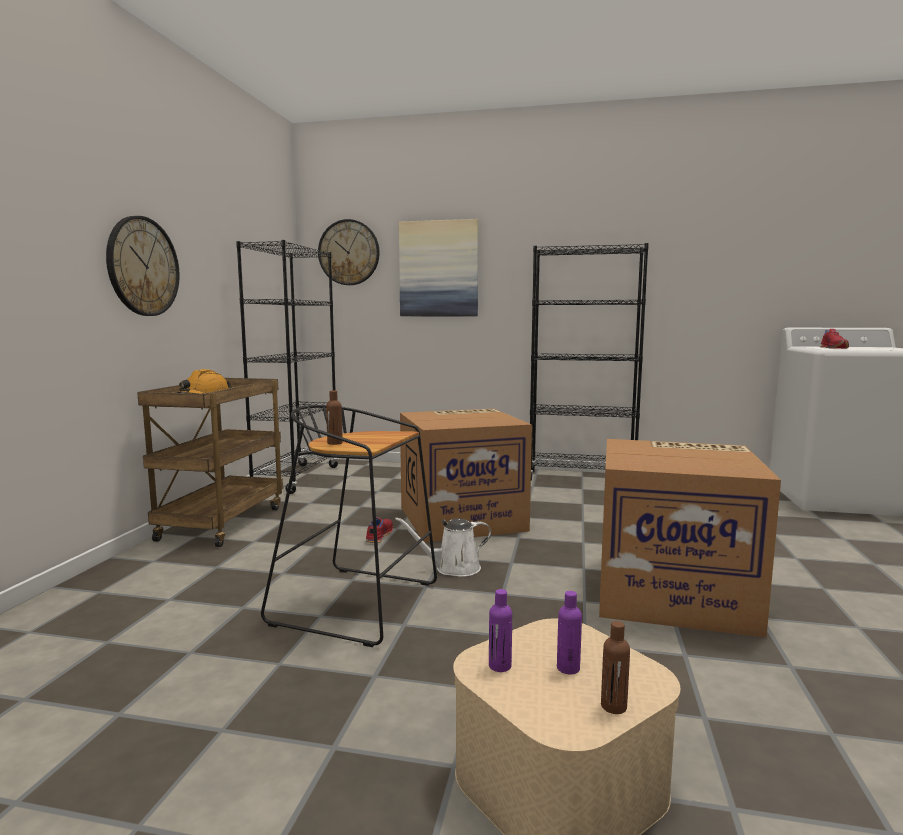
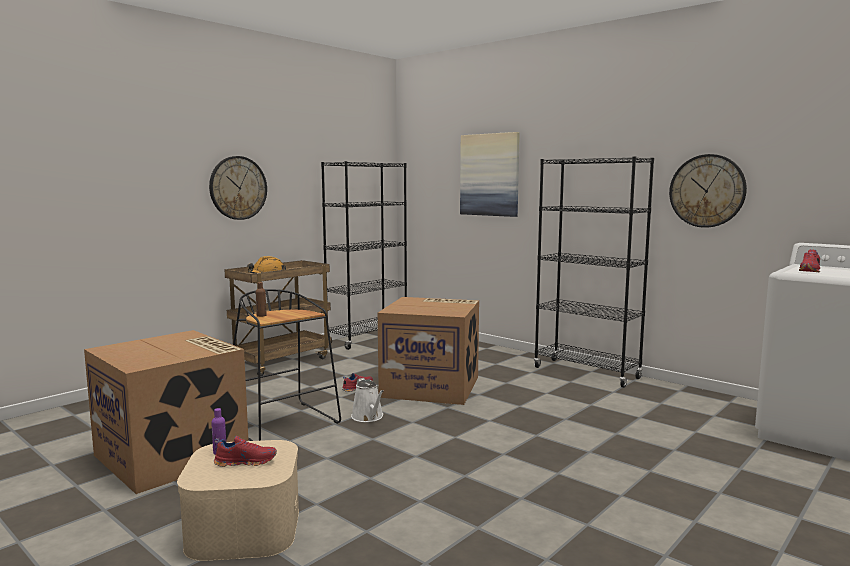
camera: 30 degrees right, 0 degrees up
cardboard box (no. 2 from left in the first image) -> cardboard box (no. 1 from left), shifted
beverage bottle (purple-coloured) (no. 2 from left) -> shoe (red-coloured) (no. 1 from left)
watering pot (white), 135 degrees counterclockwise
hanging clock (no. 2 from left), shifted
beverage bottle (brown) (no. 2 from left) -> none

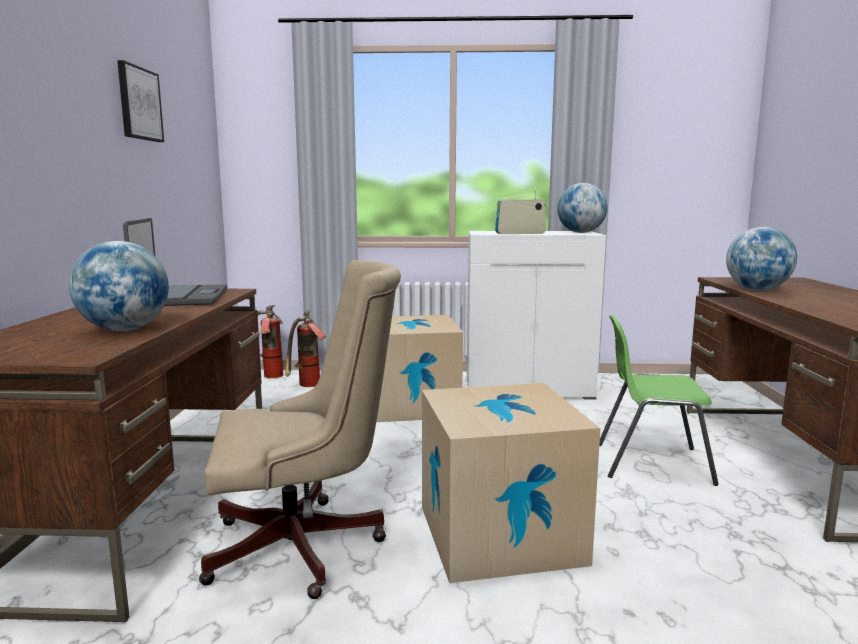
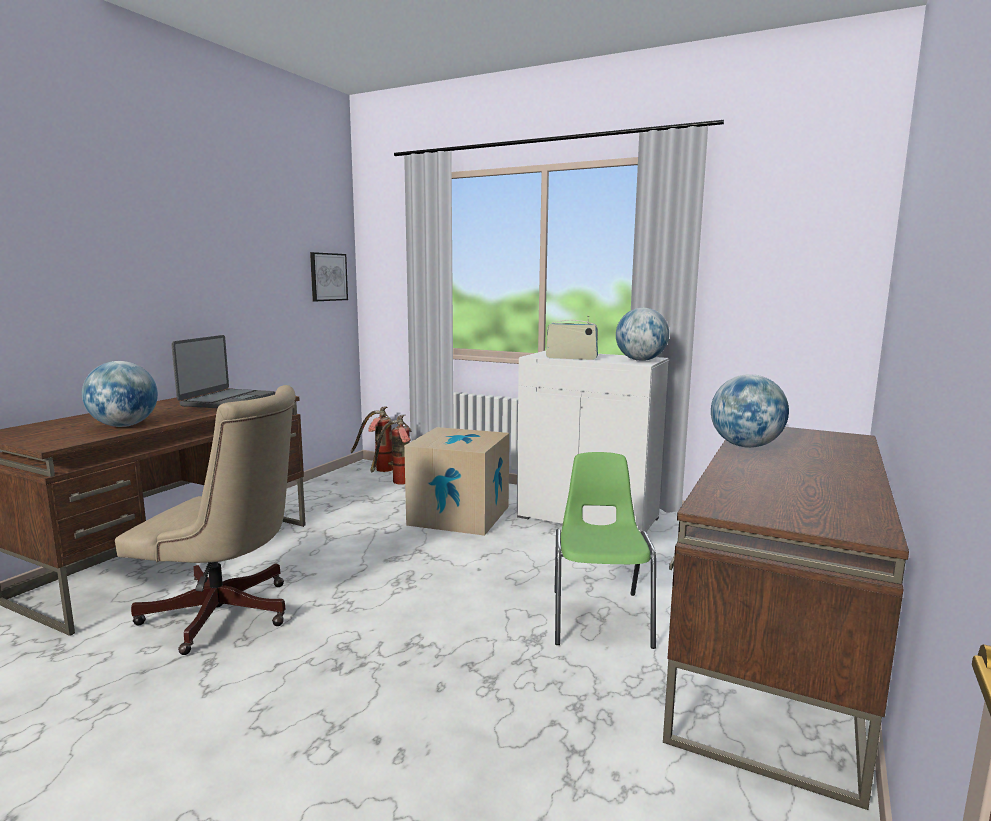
camera: 25 degrees right, 0 degrees up
wall art, shifted
upright chair (green-coloured), 60 degrees clockwise
cardboard box (no. 2 from left) -> none

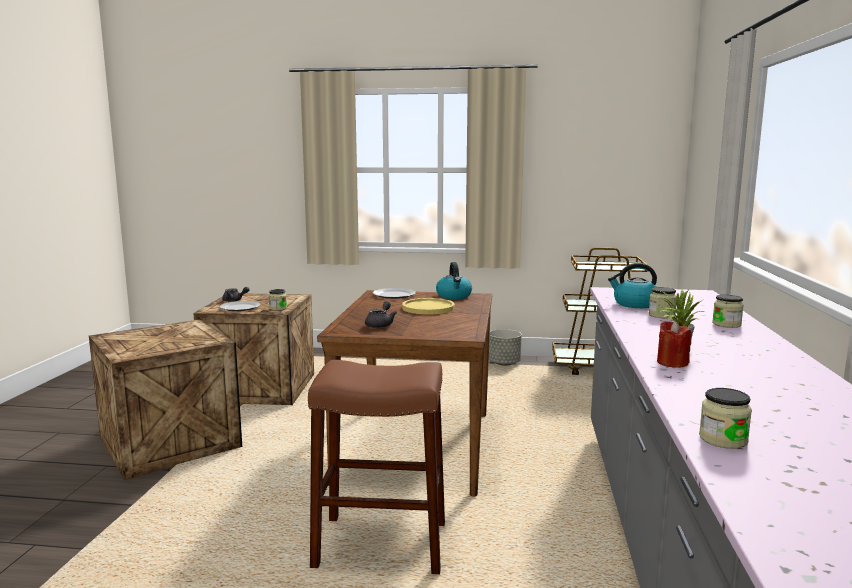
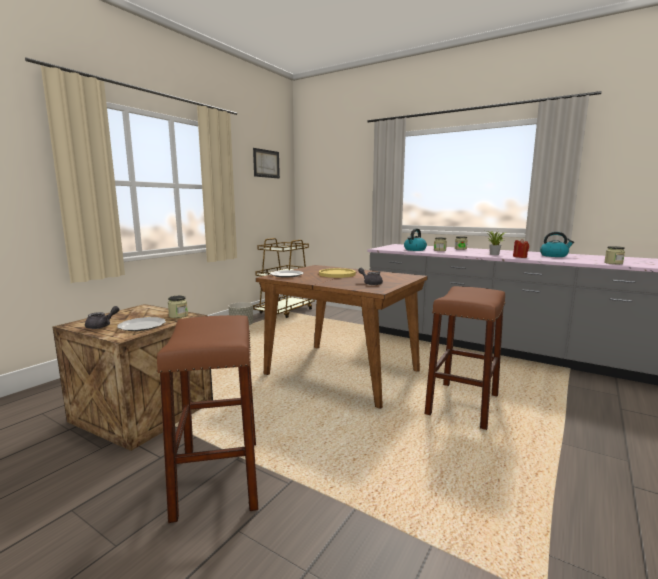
camera: 65 degrees left, 0 degrees up
packing crate (no. 1 from left) -> sitting stool (brown) (no. 1 from left)
none -> wall art
kettle (no. 1 from left in the first image) -> kettle (no. 2 from left), shifted

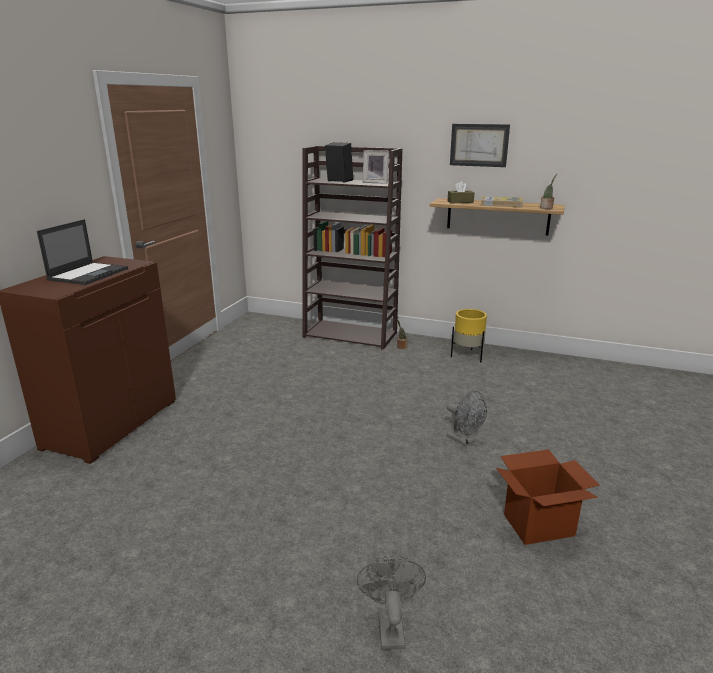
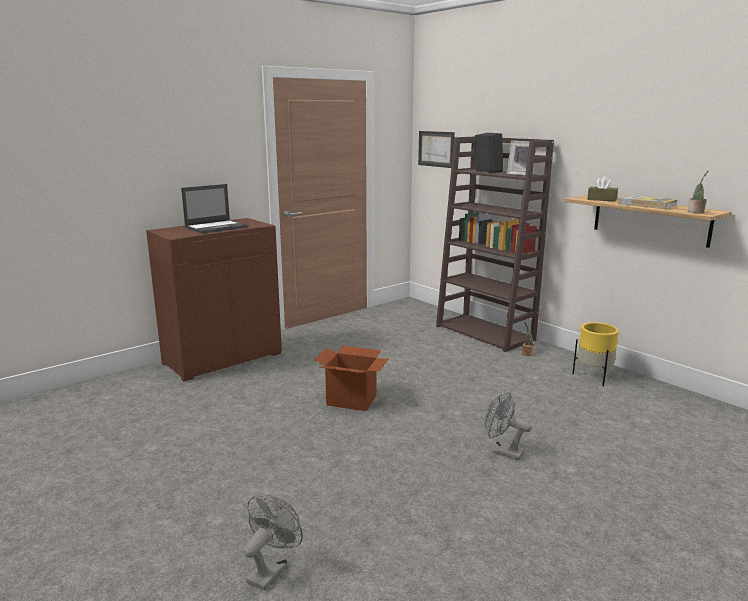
camera: 30 degrees right, 5 degrees down
cardboard box, shifted
wall art, shifted
fan (grey) (no. 2 from left), 135 degrees clockwise

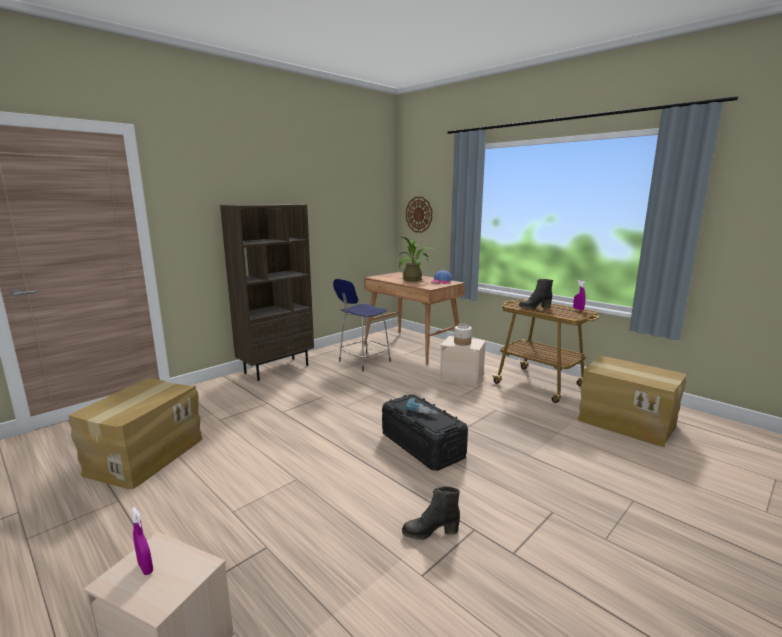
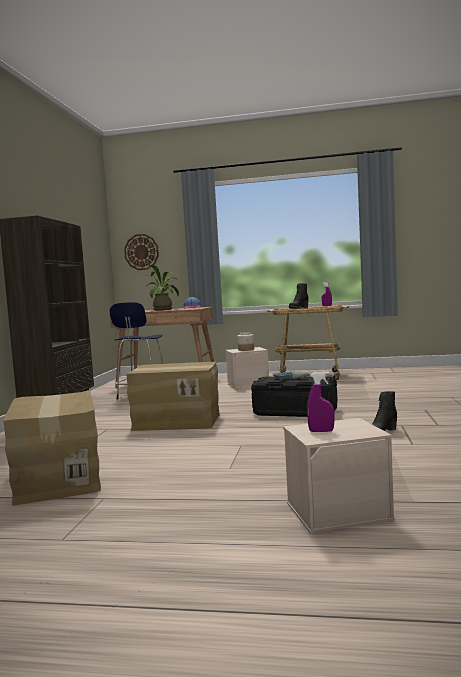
camera: 35 degrees left, 10 degrees down
cardboard box (no. 2 from left), shifted

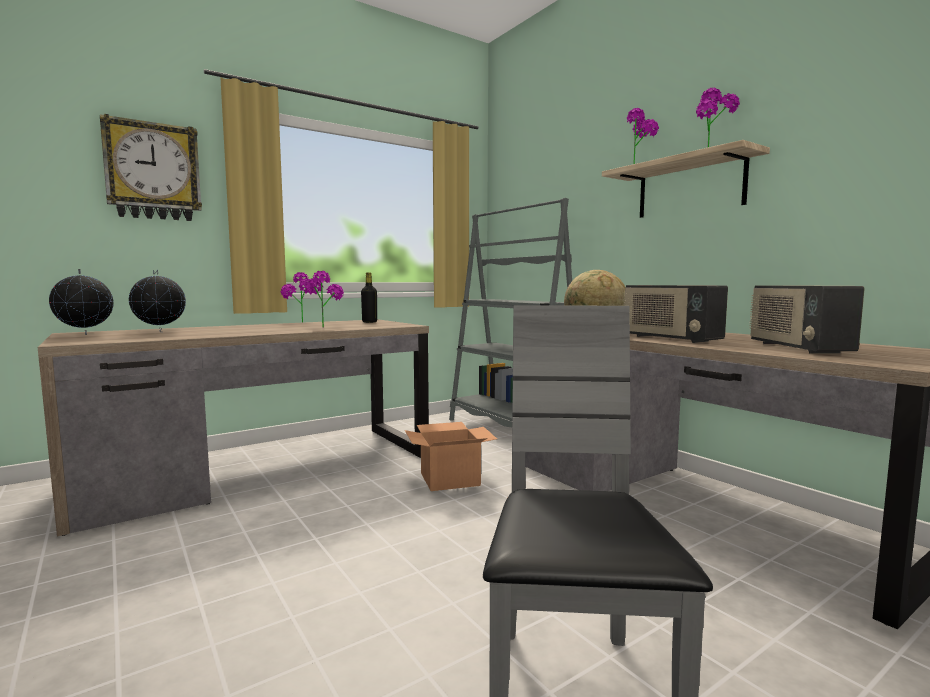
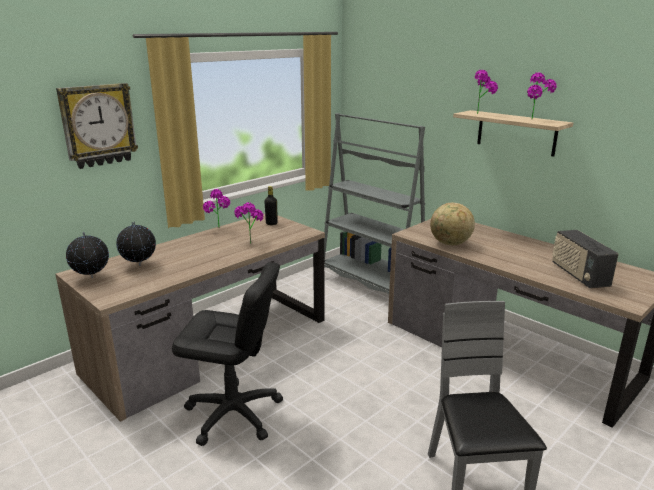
camera: 10 degrees left, 15 degrees up
none -> desk chair (black-coloured)
cardboard box -> none
radio (no. 1 from left) -> none

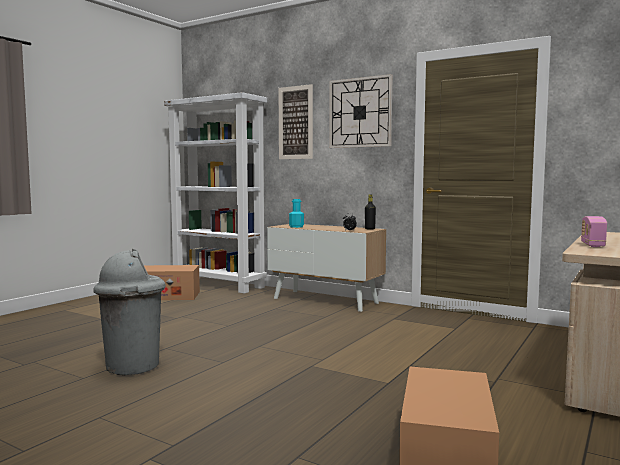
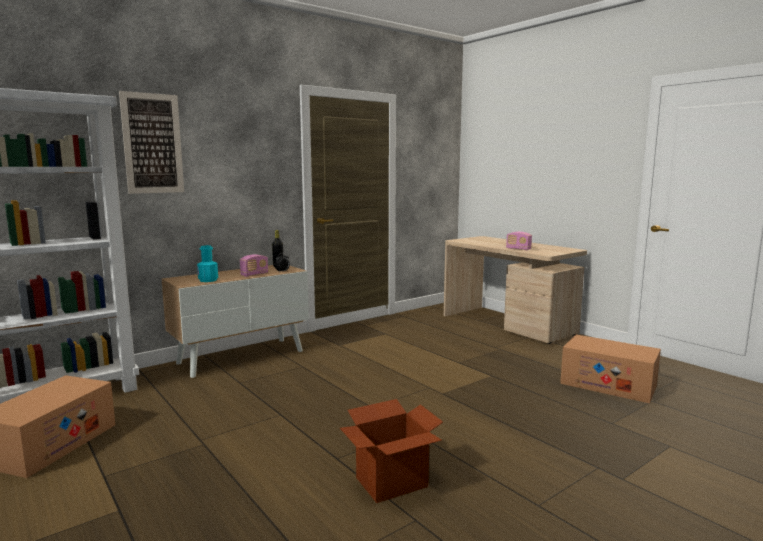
camera: 70 degrees left, 5 degrees up
none -> radio (no. 1 from left)
waste bin (grey) -> cardboard box (no. 2 from left)
hanging clock -> none

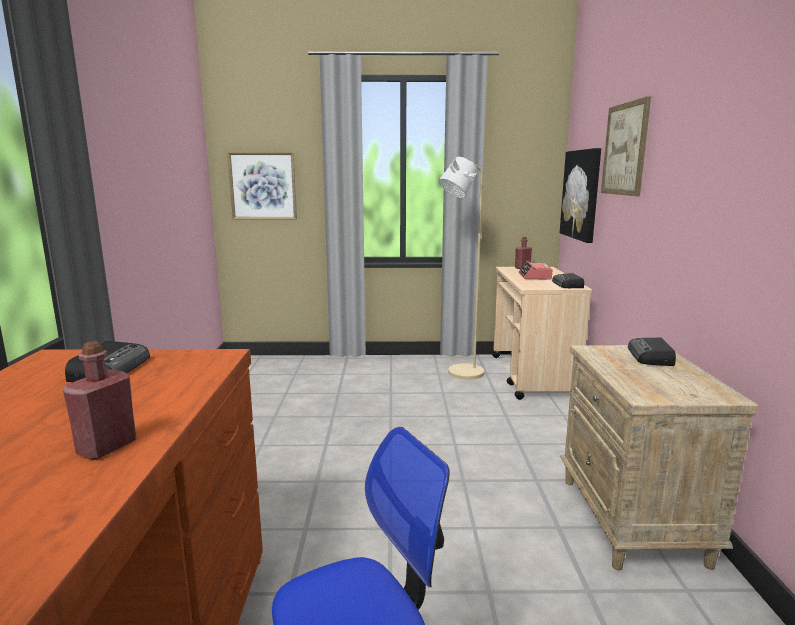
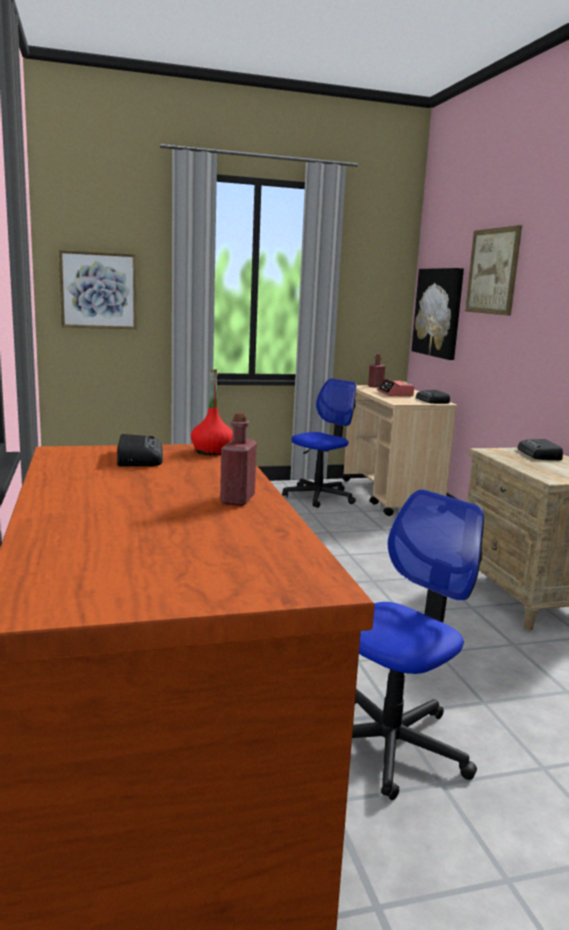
camera: 15 degrees left, 0 degrees up
none -> beverage bottle (red-coloured) (no. 1 from left)
standing lamp (sand-coloured) -> desk chair (no. 1 from left)

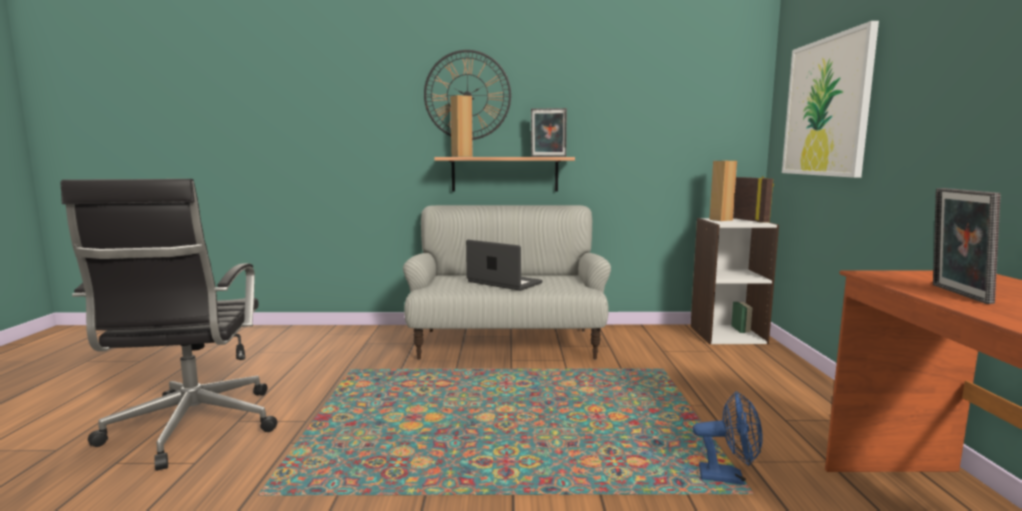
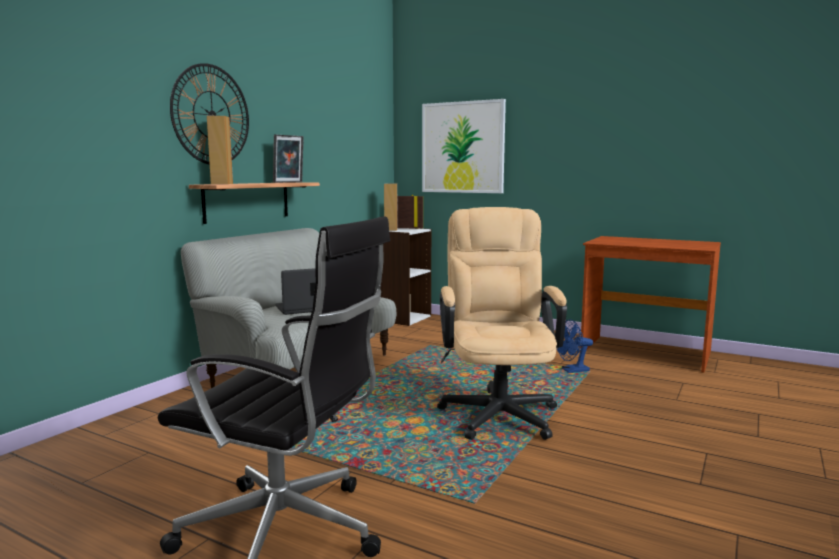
camera: 60 degrees left, 0 degrees up
none -> desk chair (sand-coloured)
fan (blue-coloured), 150 degrees counterclockwise
picture frame (no. 3 from left) -> none

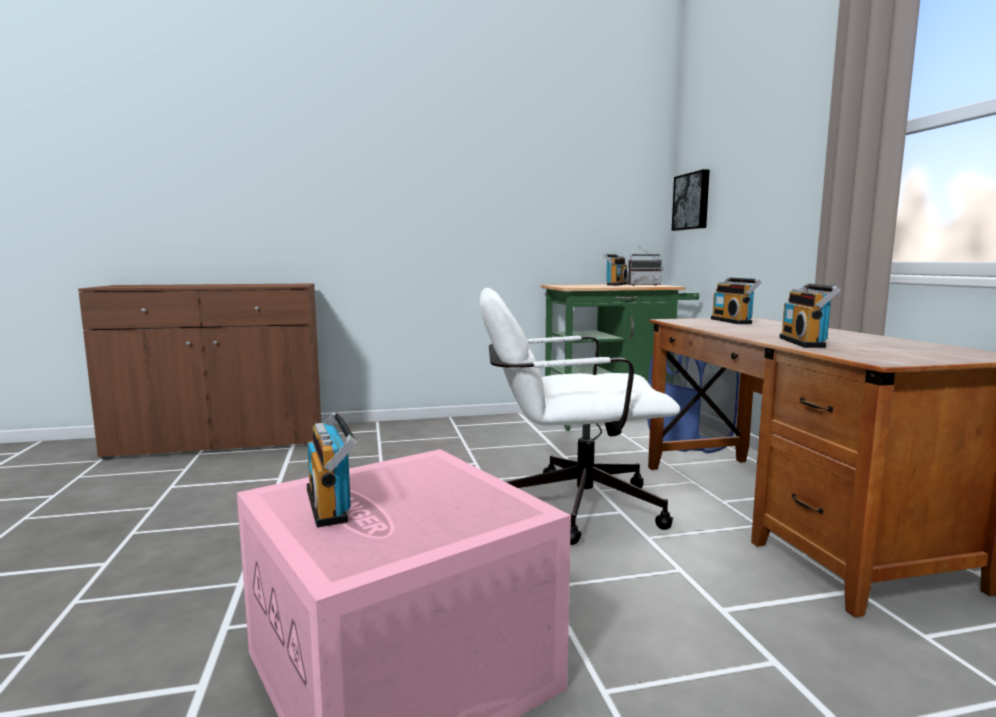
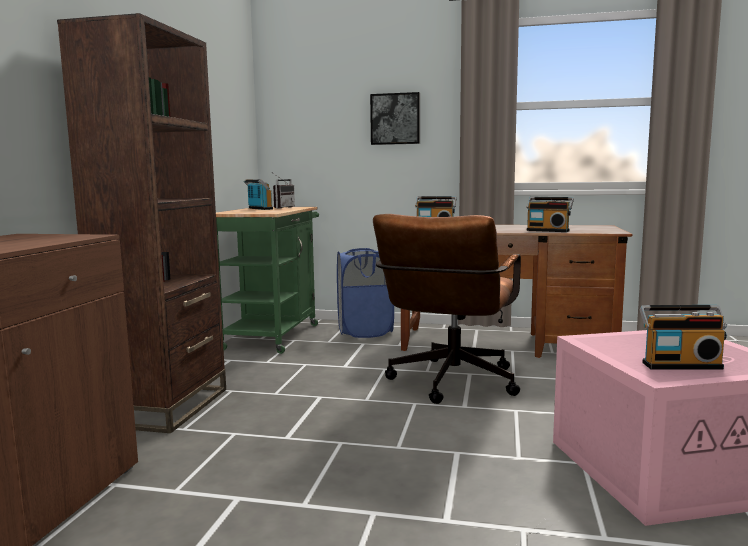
camera: 65 degrees left, 0 degrees up
none -> bookcase (brown)
wall art, shifted
desk chair (white) -> desk chair (brown)

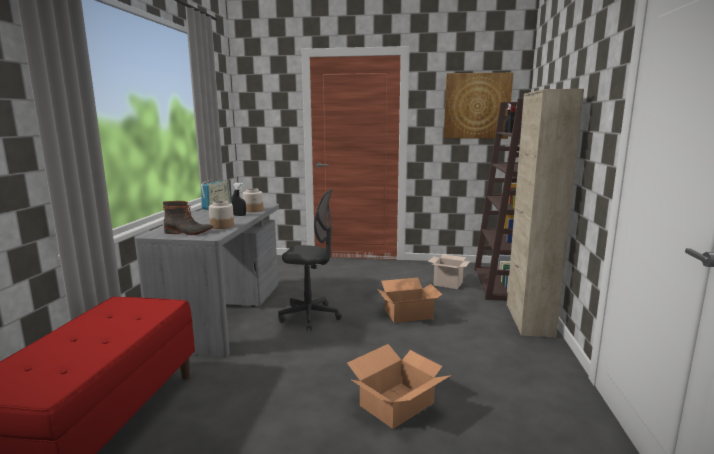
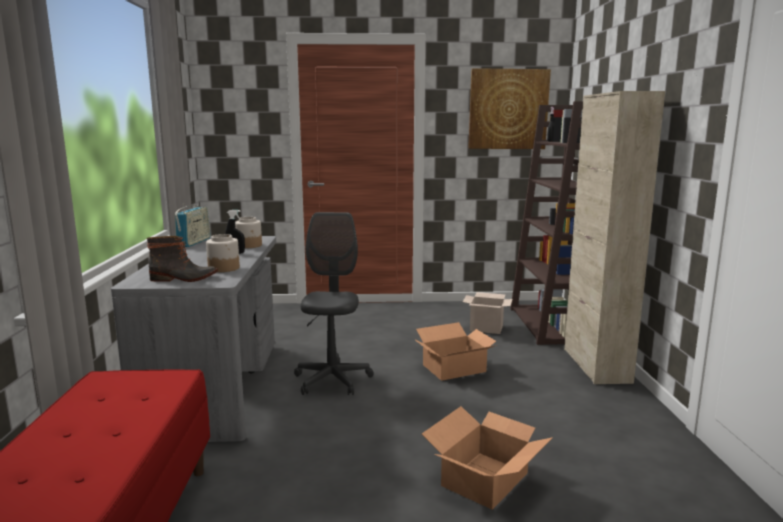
camera: 10 degrees left, 0 degrees up
desk chair (grey), 90 degrees counterclockwise

